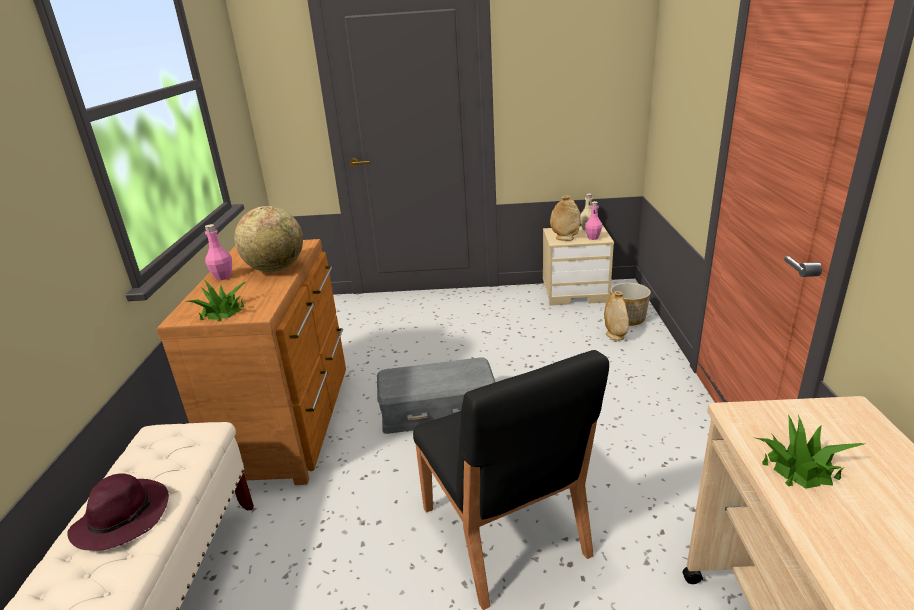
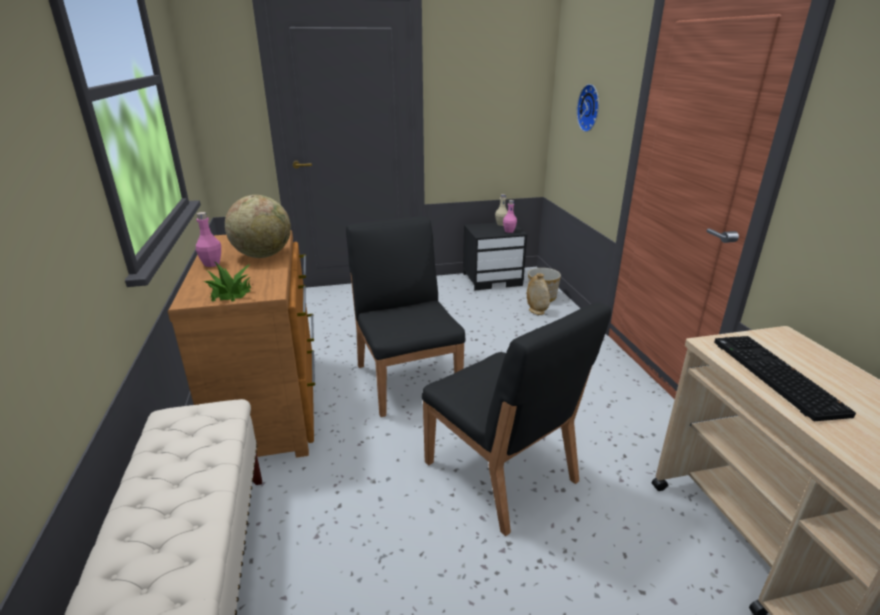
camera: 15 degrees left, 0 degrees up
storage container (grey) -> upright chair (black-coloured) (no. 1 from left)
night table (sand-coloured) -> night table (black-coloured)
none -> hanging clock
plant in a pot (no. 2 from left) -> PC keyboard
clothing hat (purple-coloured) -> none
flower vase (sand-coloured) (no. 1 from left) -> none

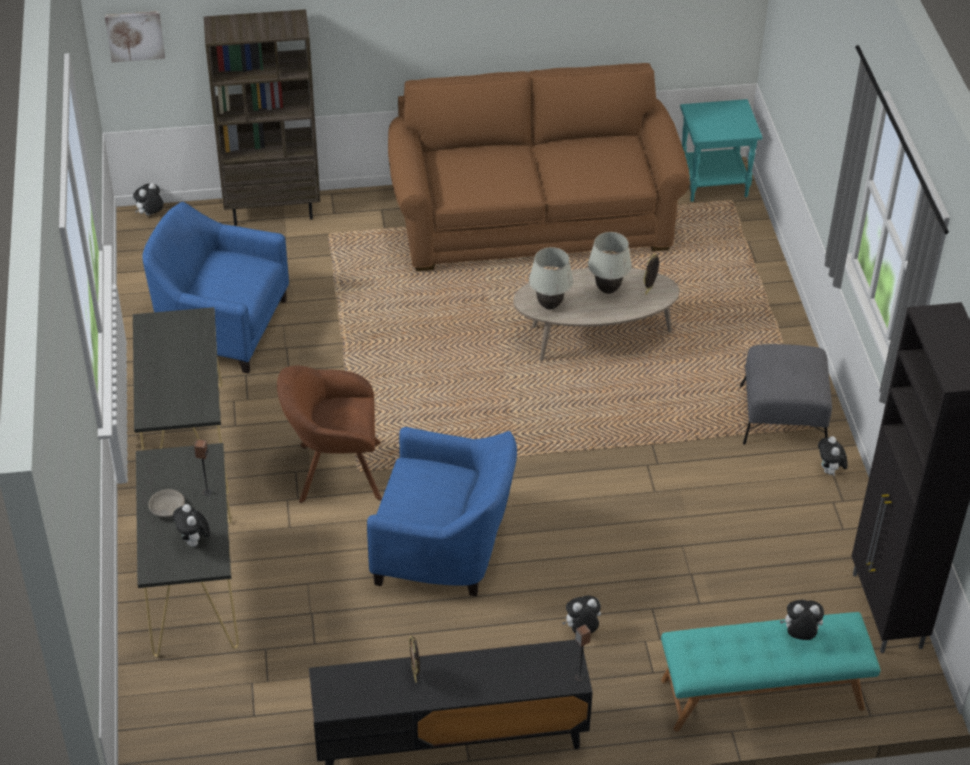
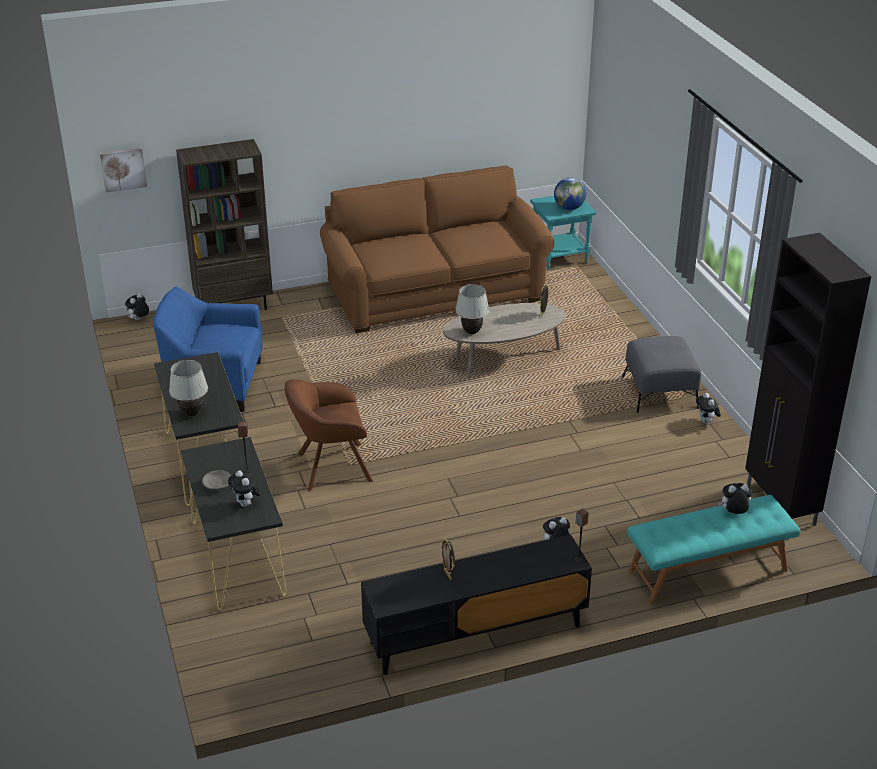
camera: 10 degrees left, 10 degrees down
lamp for a table (white) (no. 2 from left in the first image) -> lamp for a table (white) (no. 1 from left), shifted
none -> globe
armchair (blue-coloured) (no. 2 from left) -> none

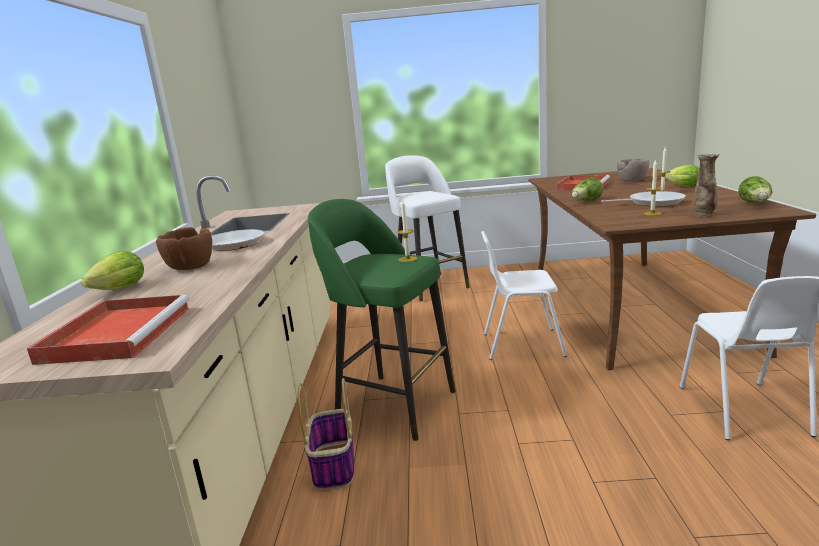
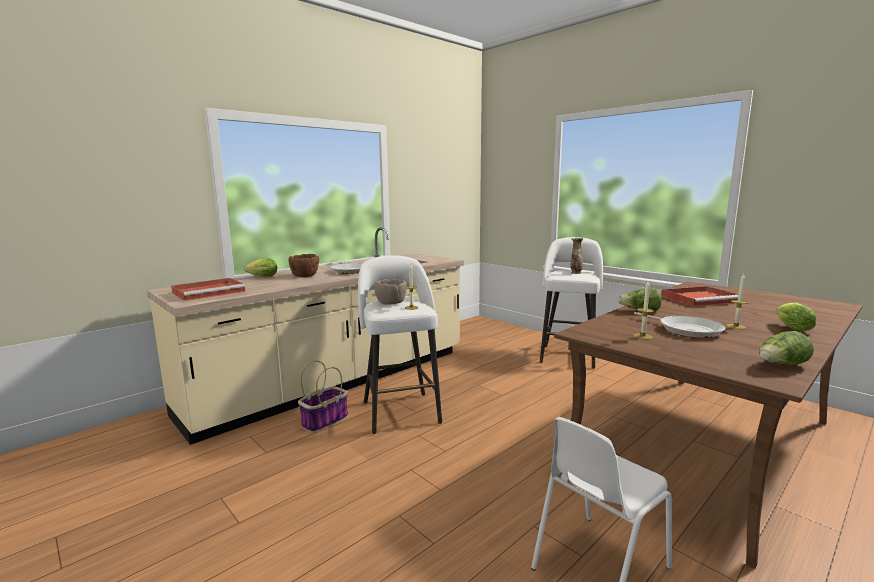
camera: 45 degrees right, 5 degrees down
sitting stool (green-coloured) -> sitting stool (white) (no. 1 from left)
serving bowl (brown) (no. 2 from left), shifted
flower vase, shifted
upright chair (white) (no. 1 from left) -> none

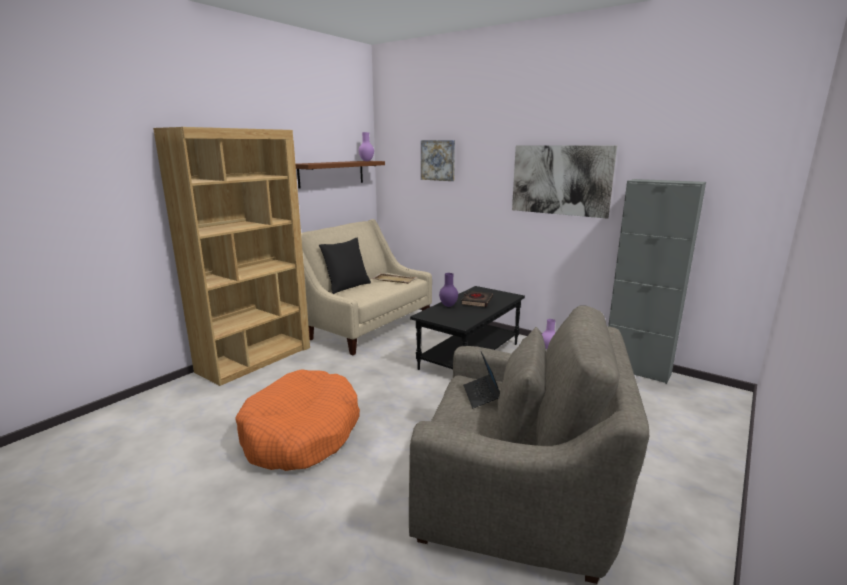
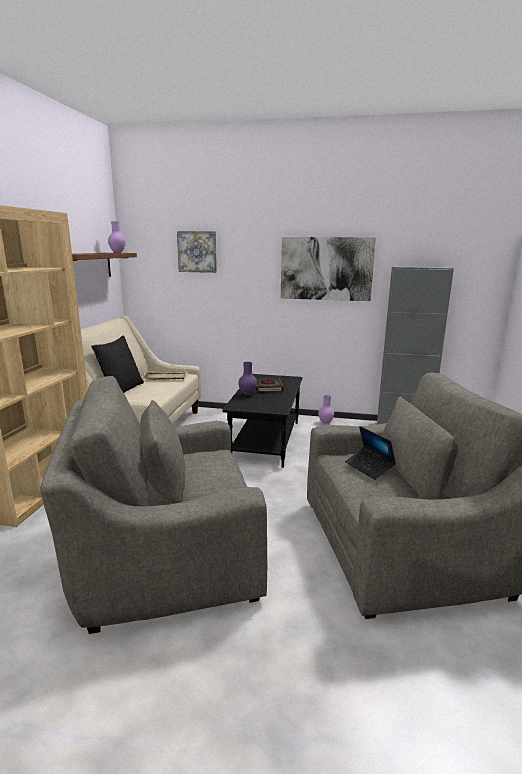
camera: 25 degrees left, 0 degrees up
pet bed (orange-coloured) -> armchair (grey) (no. 1 from left)

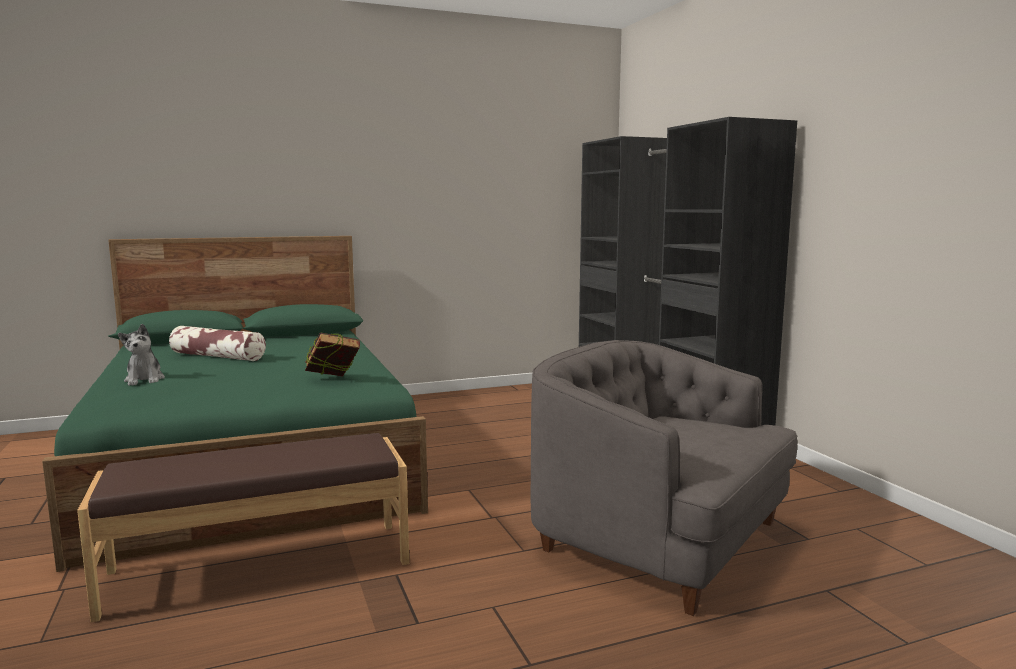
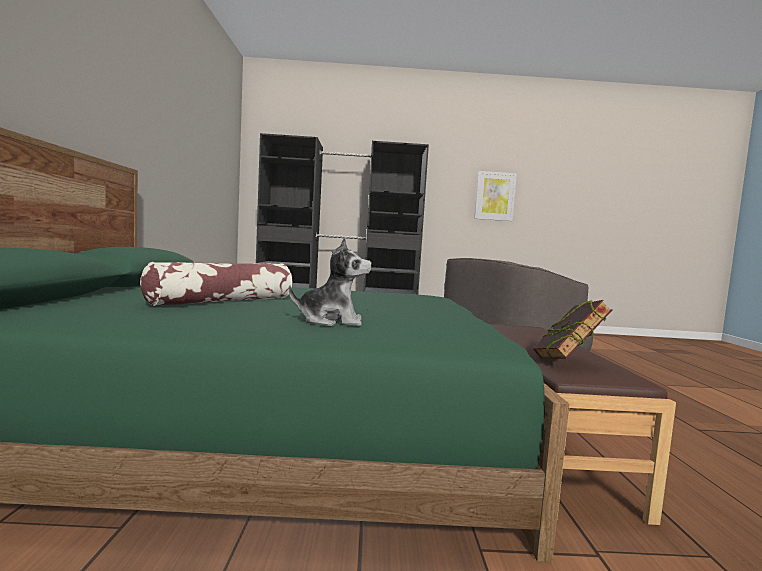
camera: 70 degrees left, 5 degrees down
none -> wall art
book, shifted

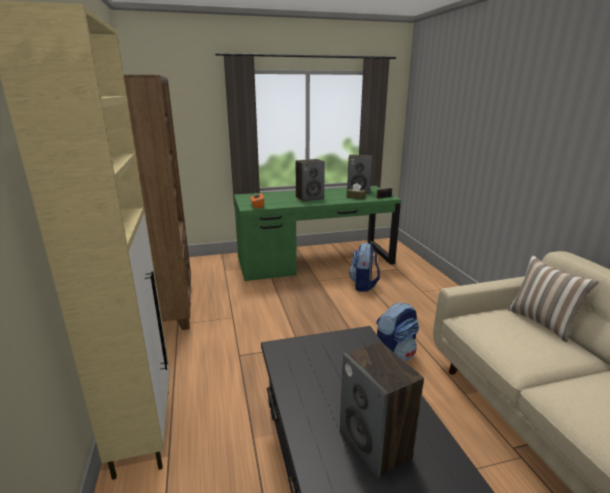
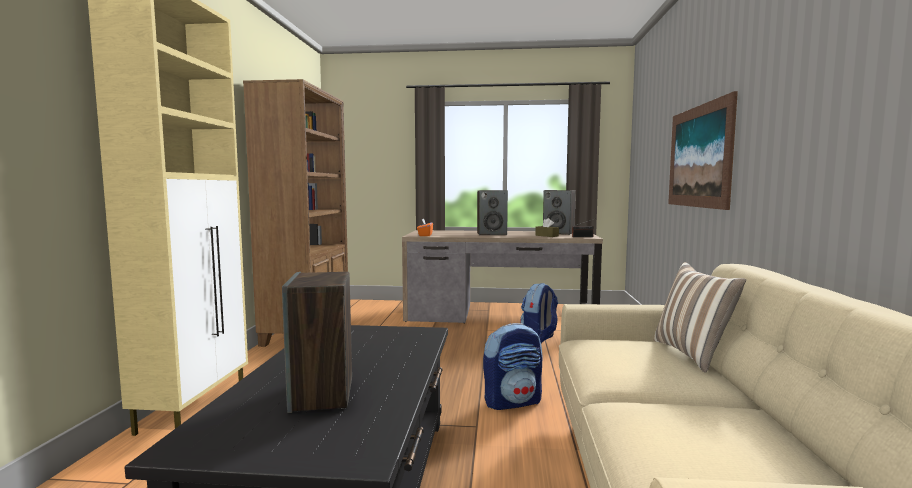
camera: 20 degrees right, 15 degrees down
desk (green-coloured) -> desk (brown)
none -> wall art

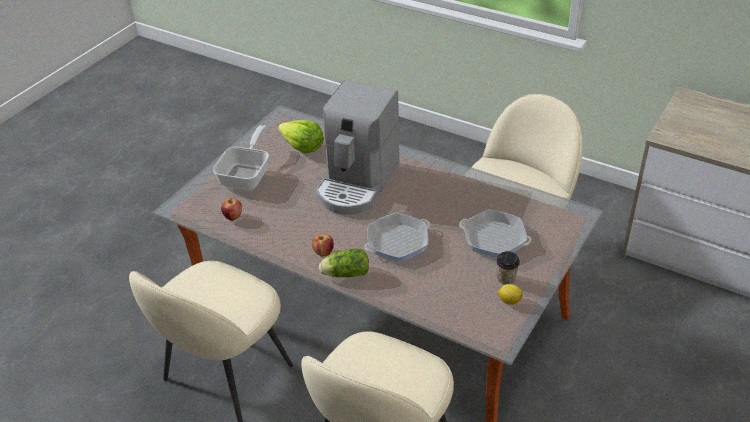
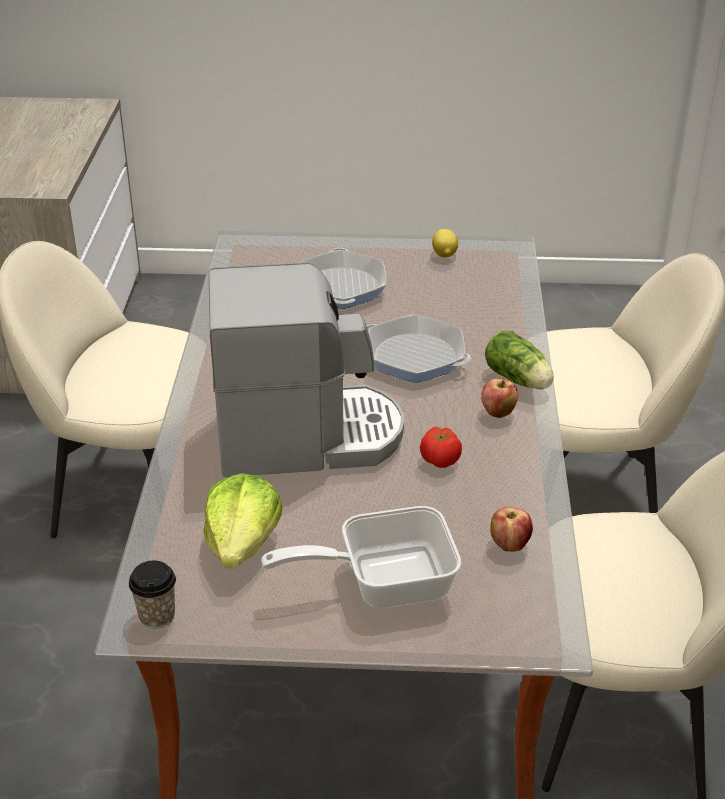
camera: 120 degrees left, 5 degrees down
cup, shifted
none -> fresh tomato

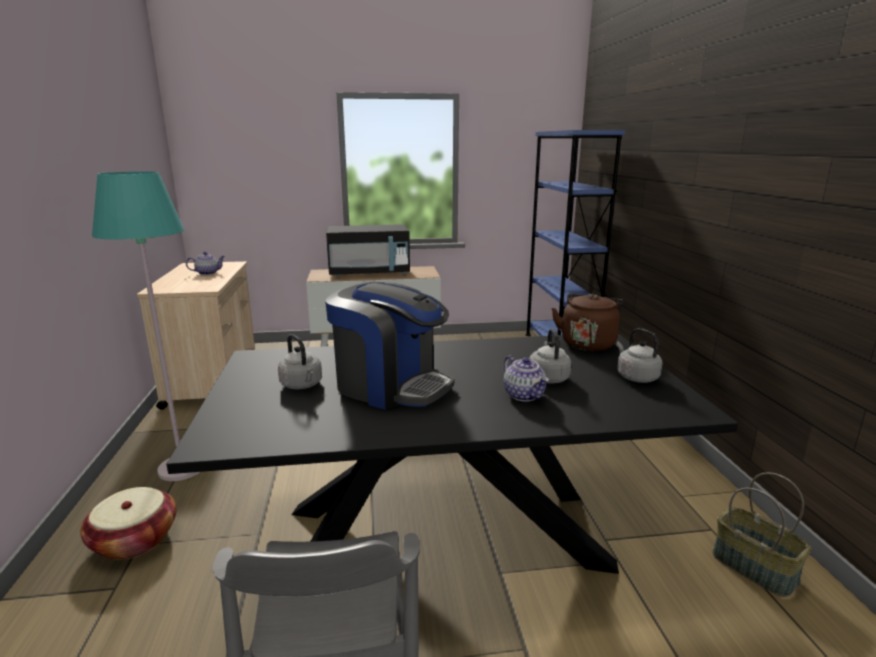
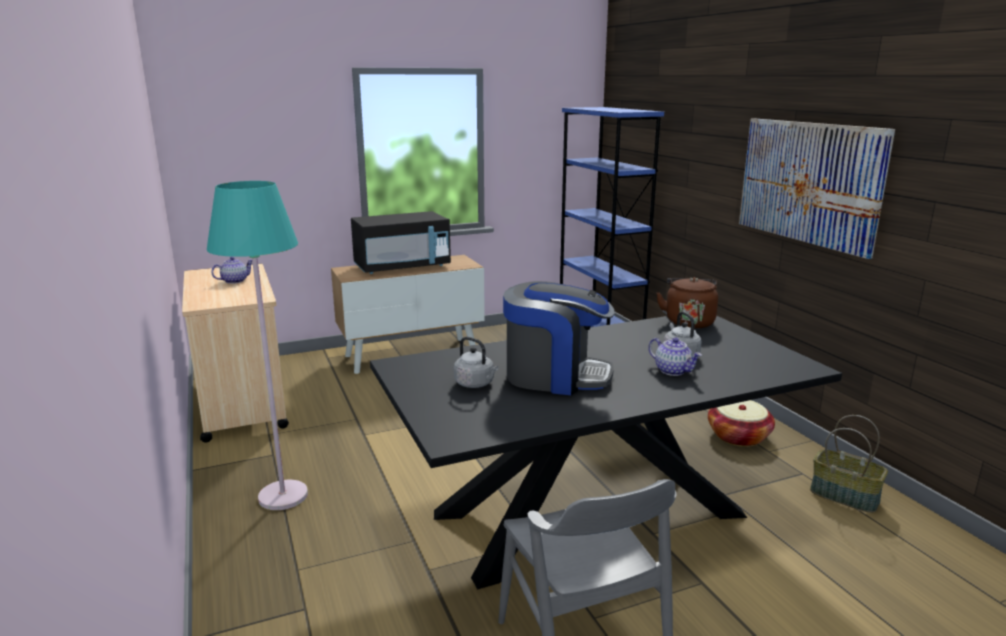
camera: 15 degrees left, 0 degrees up
basket (no. 1 from left), shifted
none -> wall art
kettle (grey) (no. 3 from left) -> none

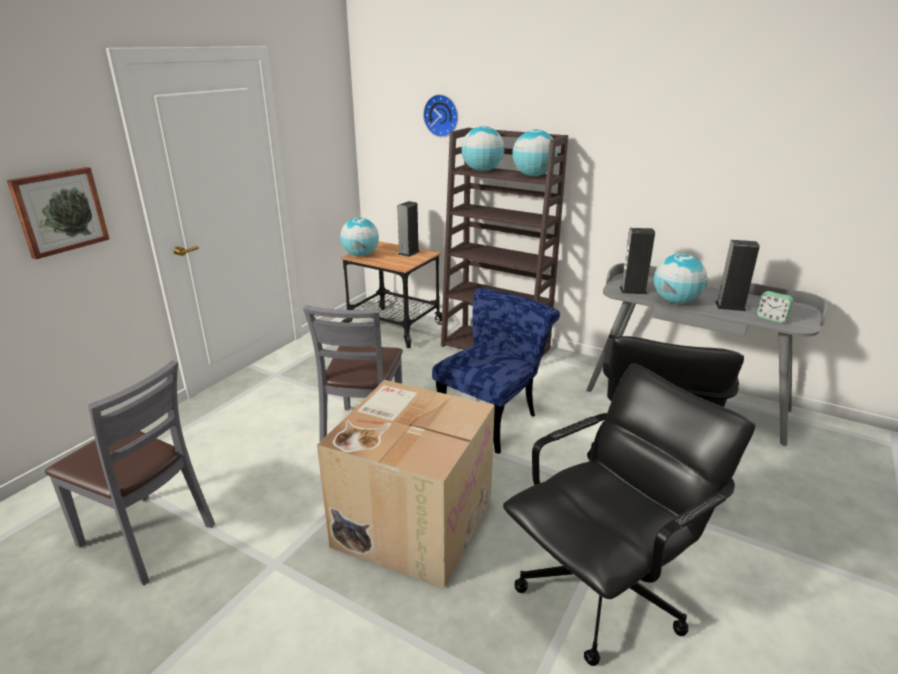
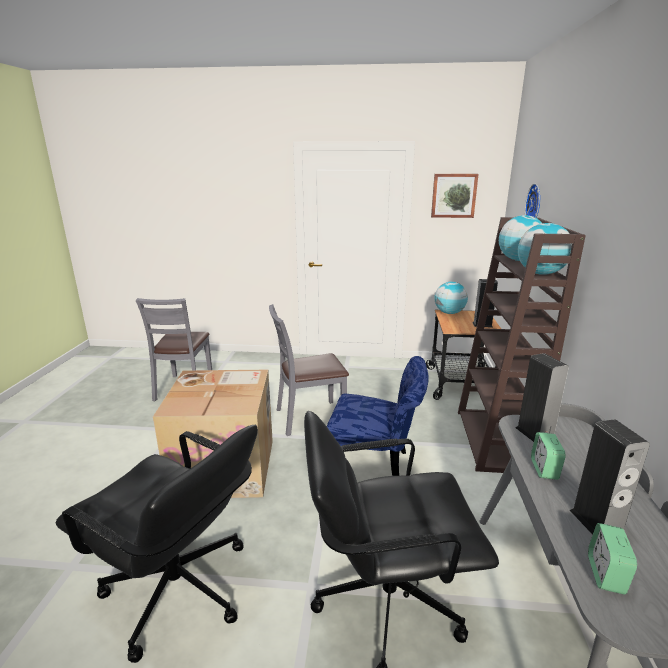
camera: 65 degrees right, 5 degrees down
wall art, shifted
globe (no. 4 from left) -> table clock (no. 1 from left)

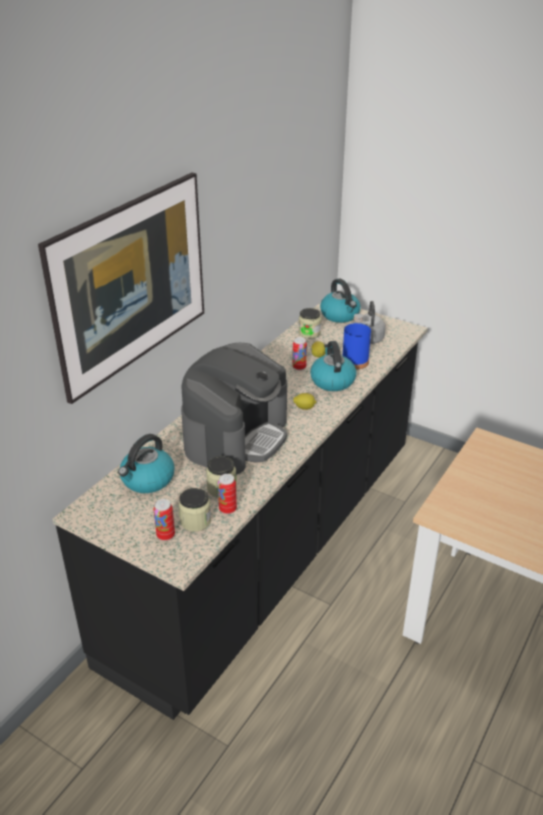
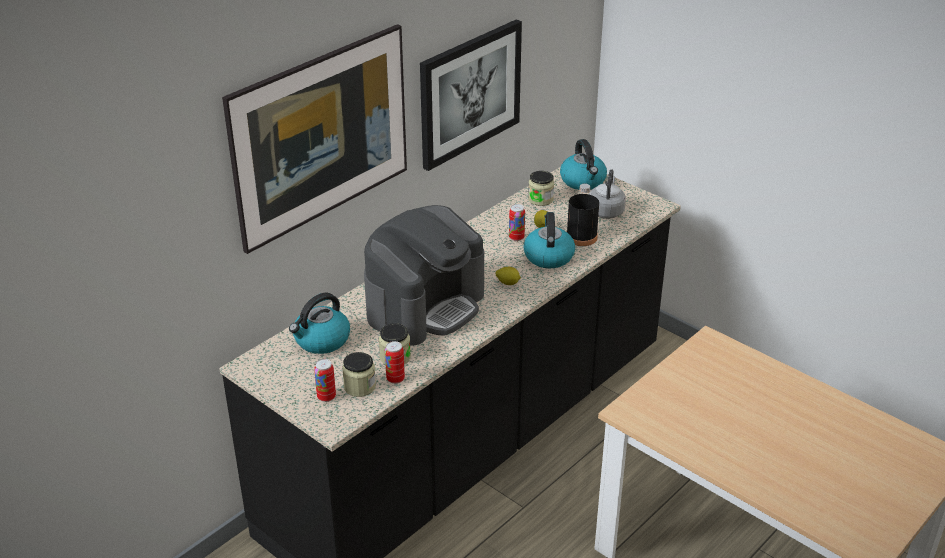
camera: 10 degrees right, 0 degrees up
none -> wall art (no. 2 from left)
beverage bottle (blue-coloured) -> beverage bottle (black-coloured)

